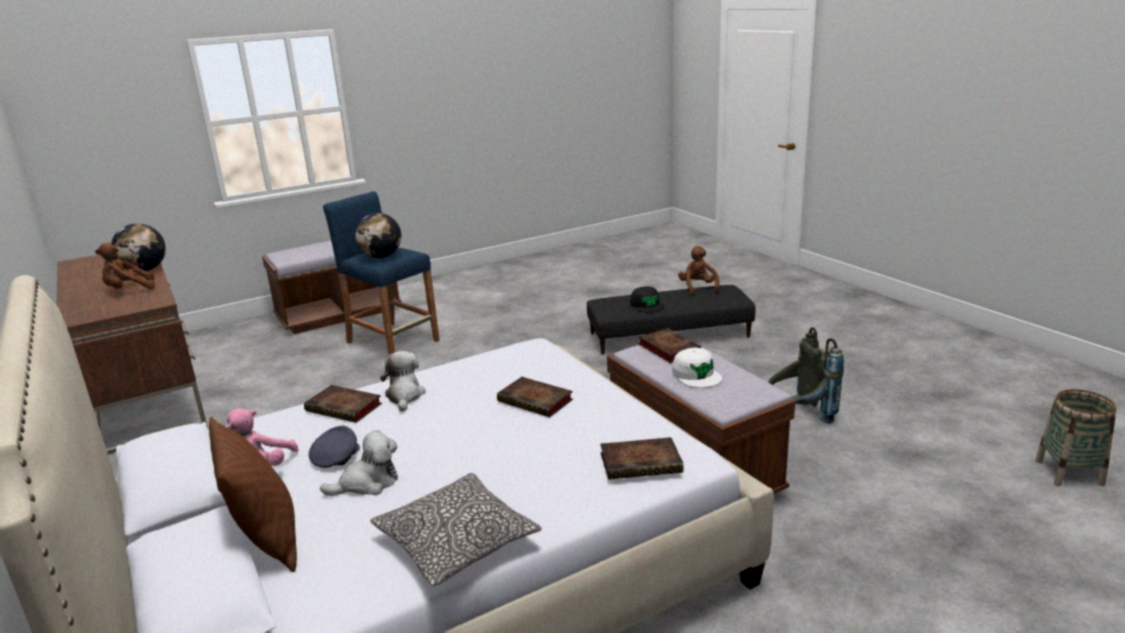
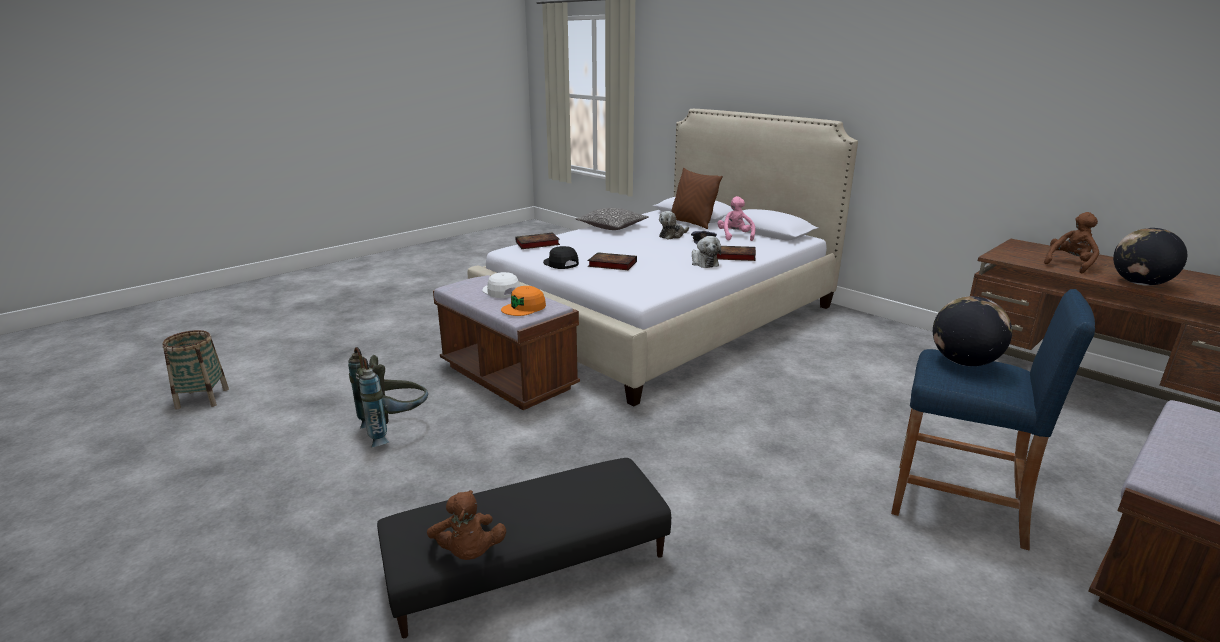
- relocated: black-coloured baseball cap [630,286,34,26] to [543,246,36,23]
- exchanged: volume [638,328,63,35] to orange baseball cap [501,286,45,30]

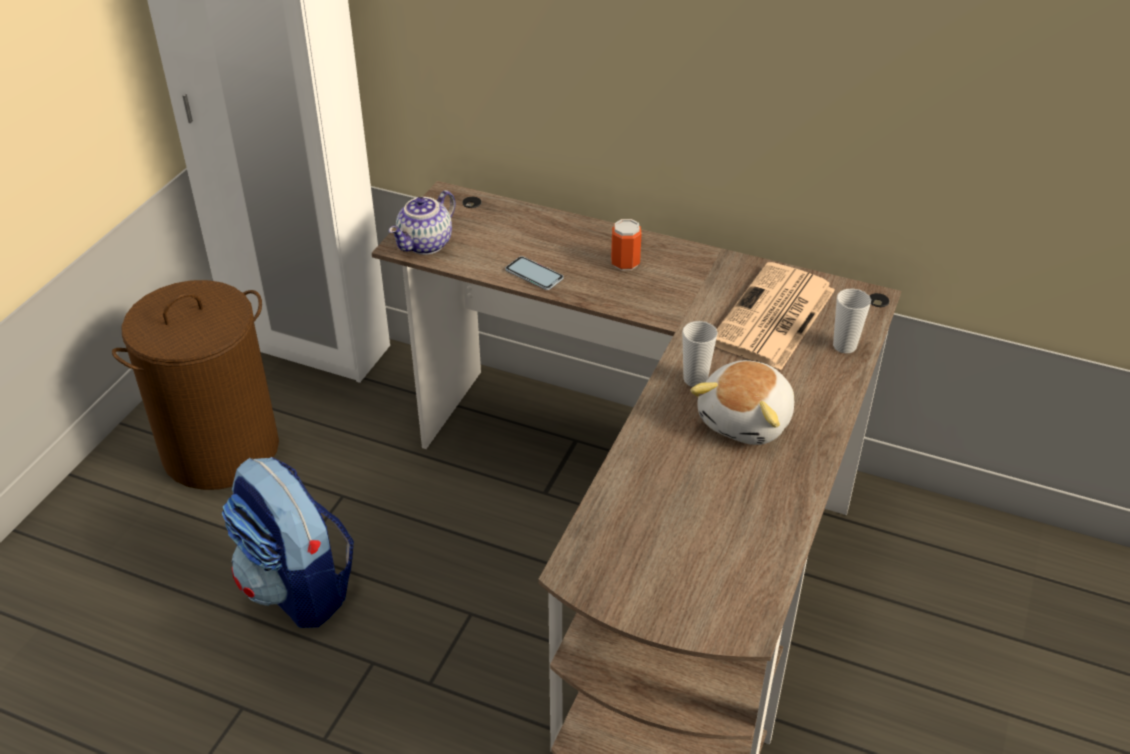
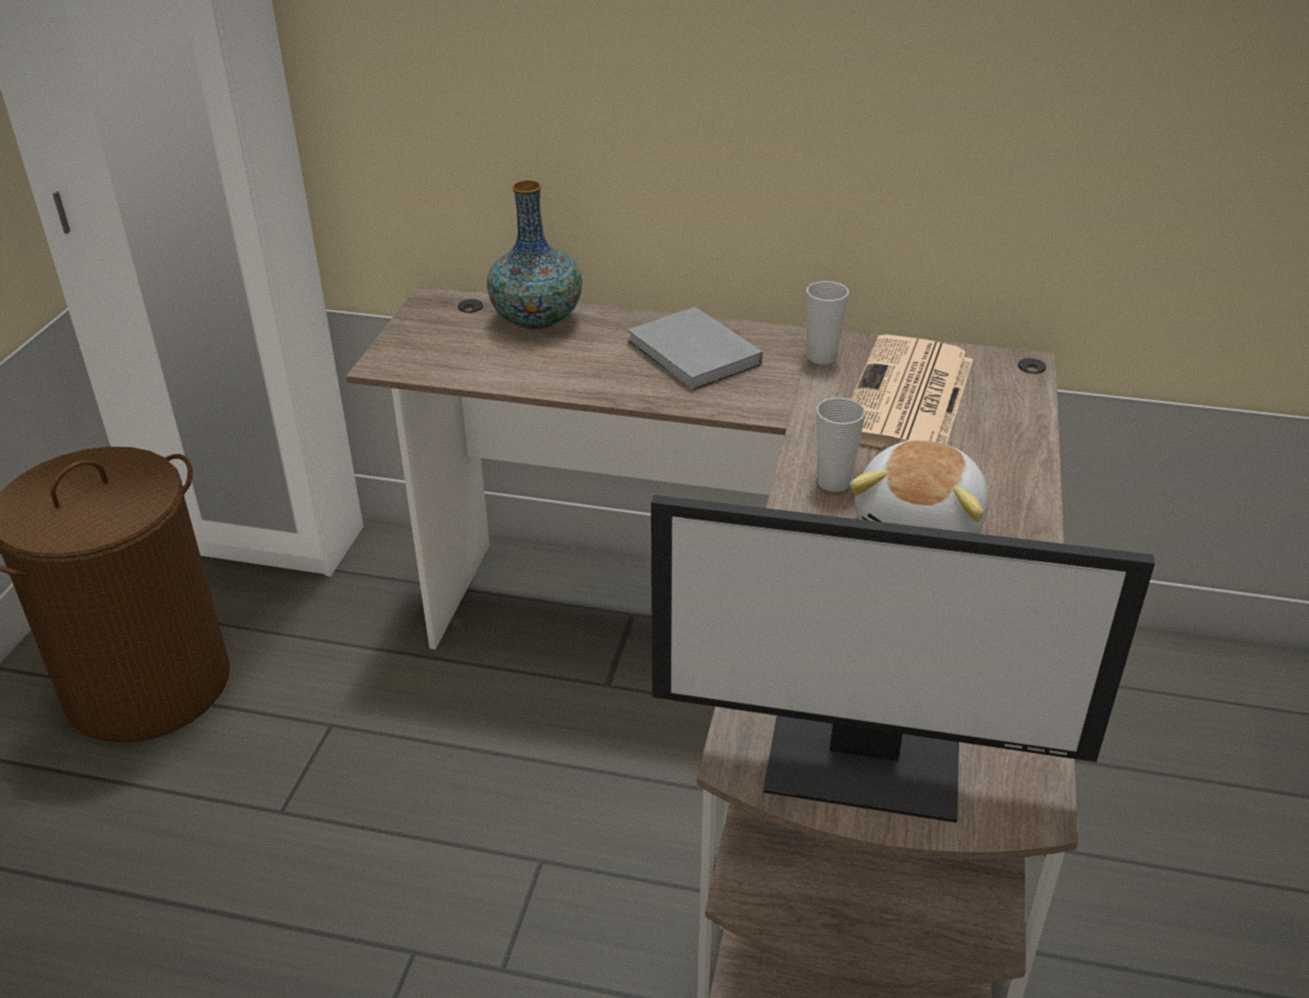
- missing: rucksack [222,457,132,171]
- missing: tea pot [389,190,67,65]
- missing: telephone [505,256,58,34]
- appeared: flower vase [487,180,95,149]
- appeared: computer display [651,495,504,328]
- relocated: cup [833,288,38,65] to [807,281,42,84]
- exchanged: can [611,219,31,51] to greyish volume [627,307,136,83]

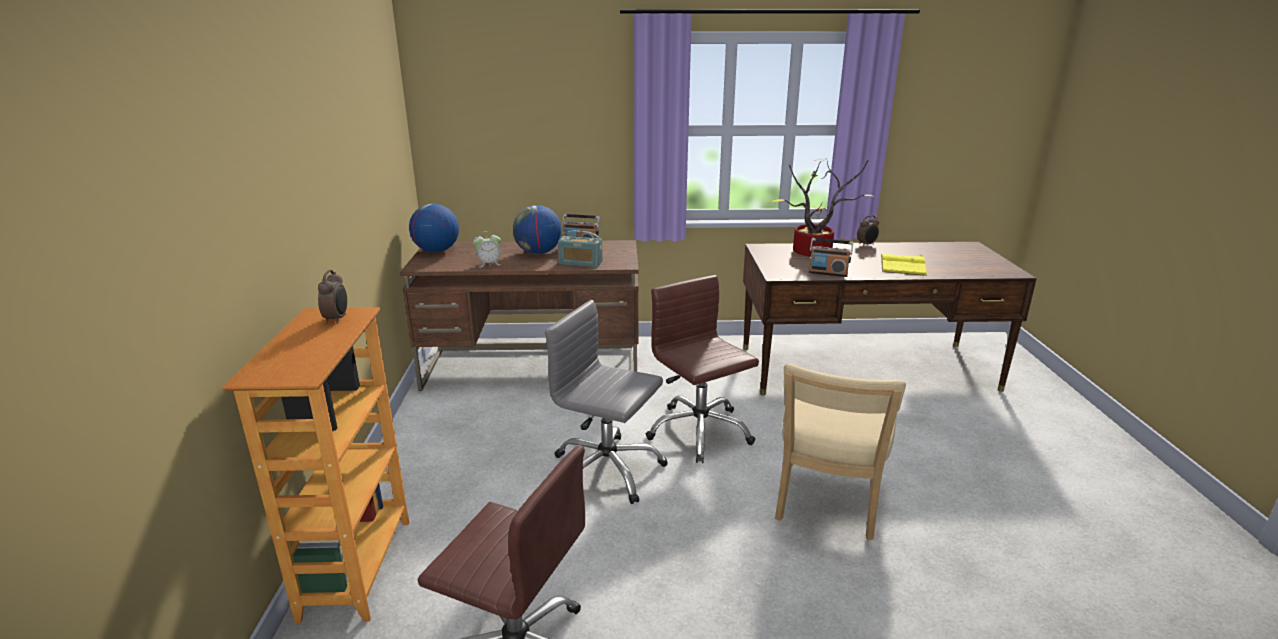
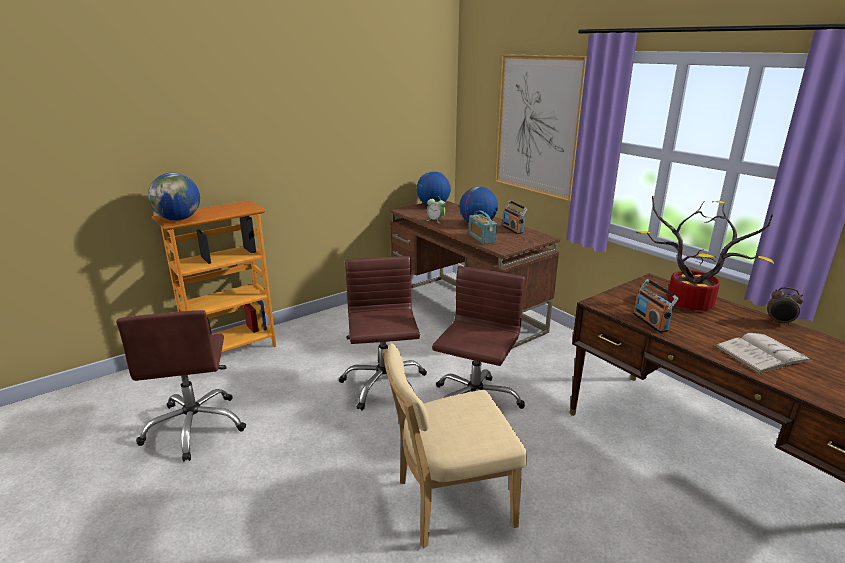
- missing: table clock [318,270,29,54]
- appeared: world globe [148,173,52,48]
- appeared: wall art [495,54,92,148]
- colour: greyish desk chair [545,300,123,204] to brown desk chair [339,256,88,155]
- colour: yellow-coloured volume [881,254,46,22] to whitish volume [714,333,98,41]

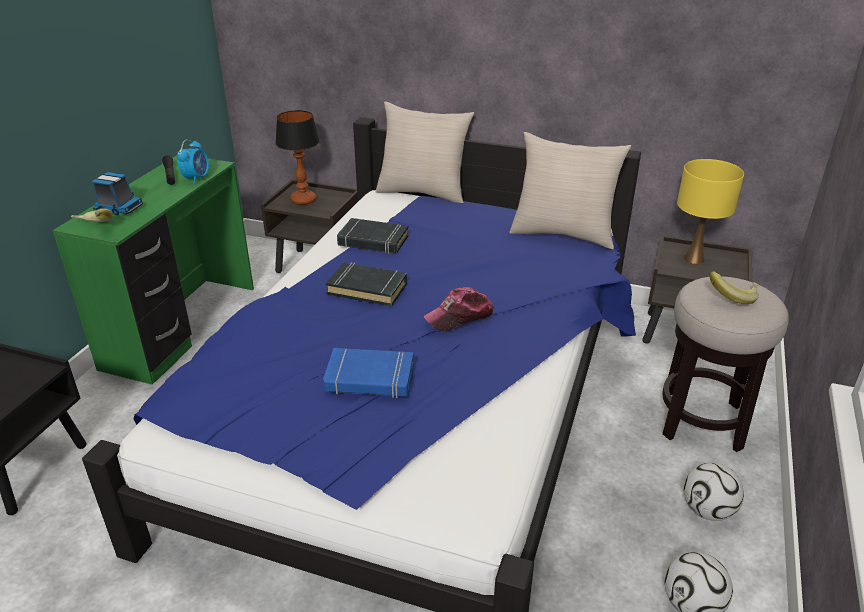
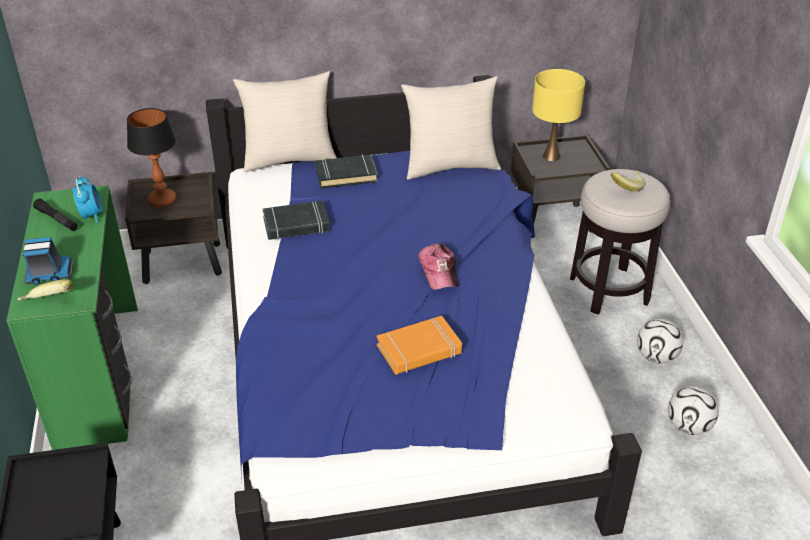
- relocated: black-coloured volume [326,262,81,44] to [315,155,63,34]
- colour: blue volume [323,348,91,50] to orange volume [377,316,85,59]
- spun: baseball cap [423,287,71,45] = [418,243,41,47] 45 degrees counterclockwise

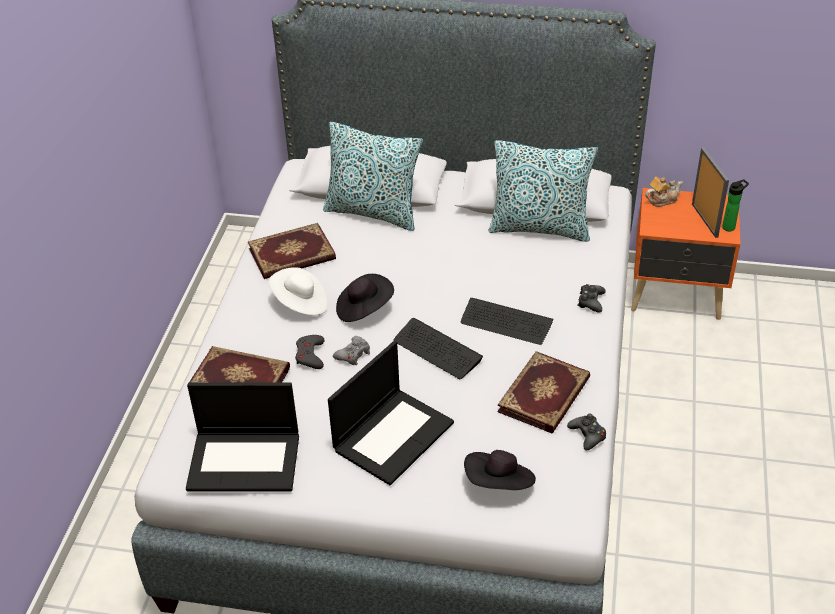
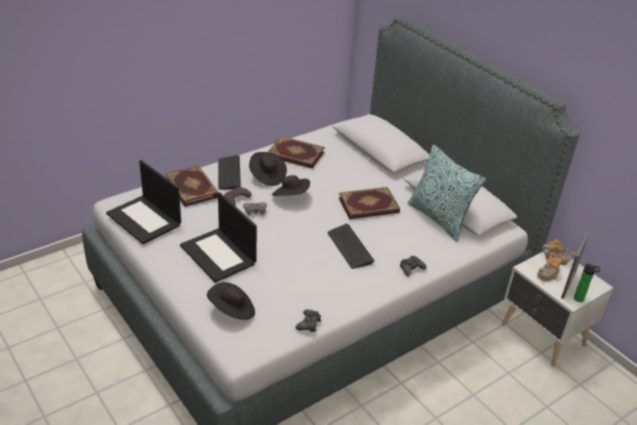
- missing: throw pillow [323,122,100,109]
- appeared: tea pot [537,253,26,28]
- relocated: PC keyboard [393,318,90,61] to [218,155,23,35]
- relocated: volume [497,351,93,82] to [339,187,61,32]
- colour: whitish hat [268,267,60,48] to black-coloured hat [249,152,38,34]
- colour: orange nightstand [631,188,109,132] to whitish nightstand [502,249,111,118]
- spun: notebook computer [328,341,126,144] = [180,192,77,91] 60 degrees clockwise

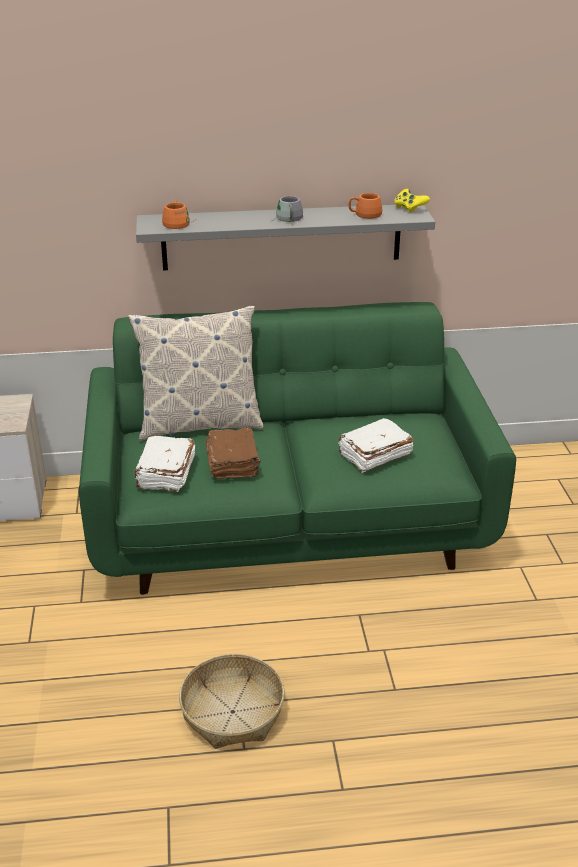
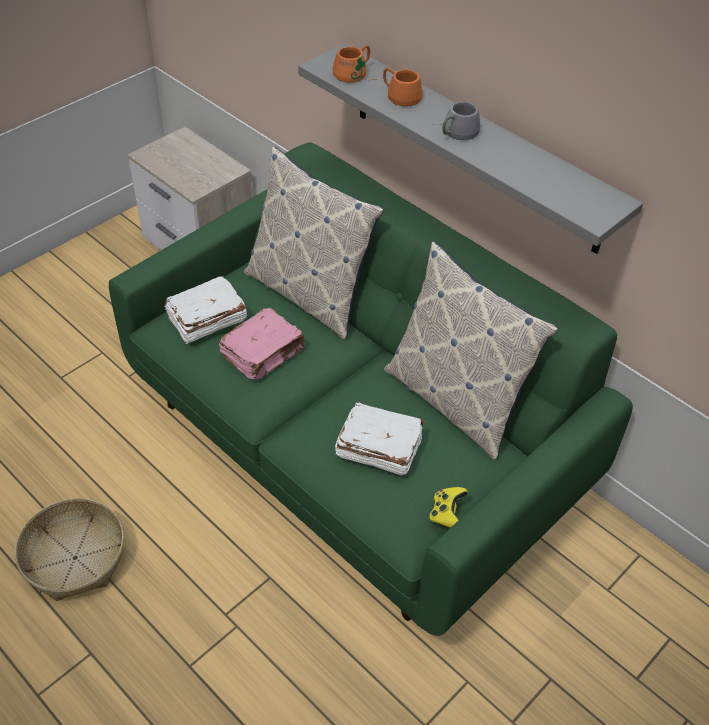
- appeared: throw pillow [384,241,174,220]
- relocated: orange coffee mug [349,193,33,26] to [383,68,40,39]
- relocated: yellow-coloured gamepad [394,189,36,24] to [429,487,39,41]
- colour: brown volume [206,428,55,51] to pink-coloured volume [219,308,86,72]

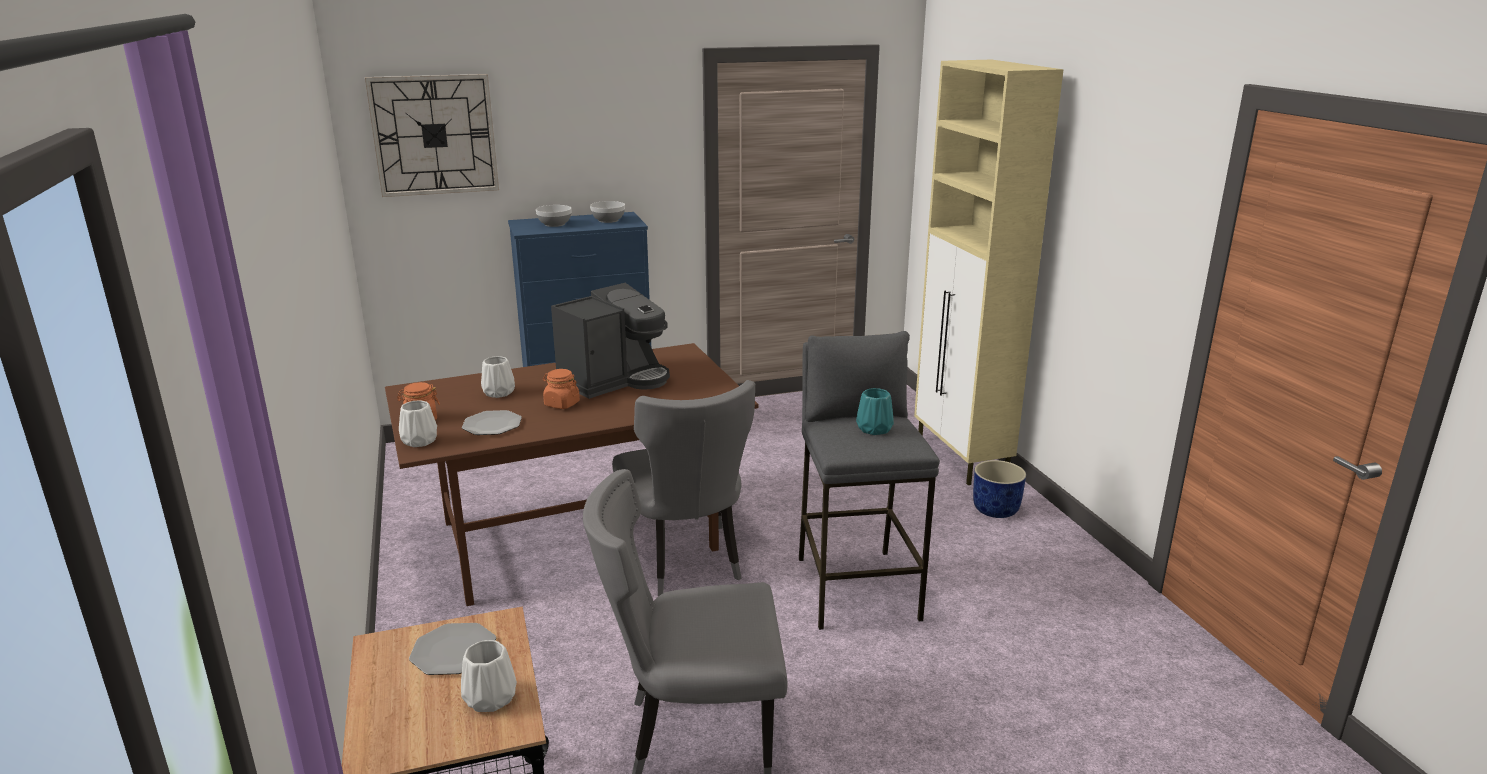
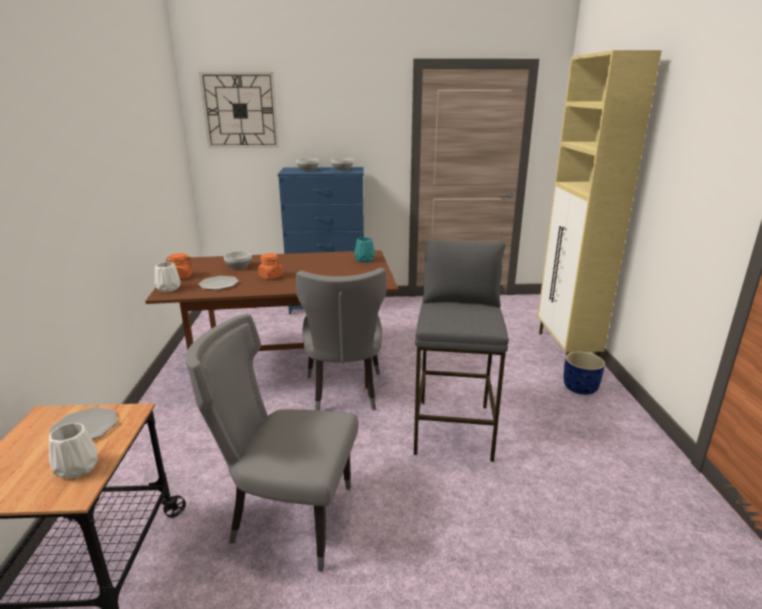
- missing: coffee brewer [551,283,119,116]
- relocated: turquoise flower vase [856,388,38,47] to [354,237,21,26]
- exchanged: whitish flower vase [481,356,34,42] to bowl [224,251,28,18]

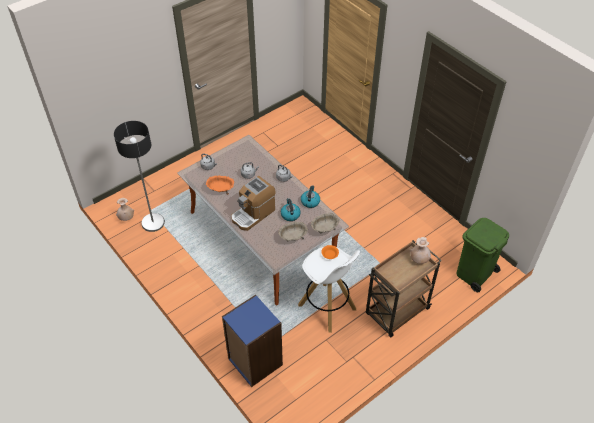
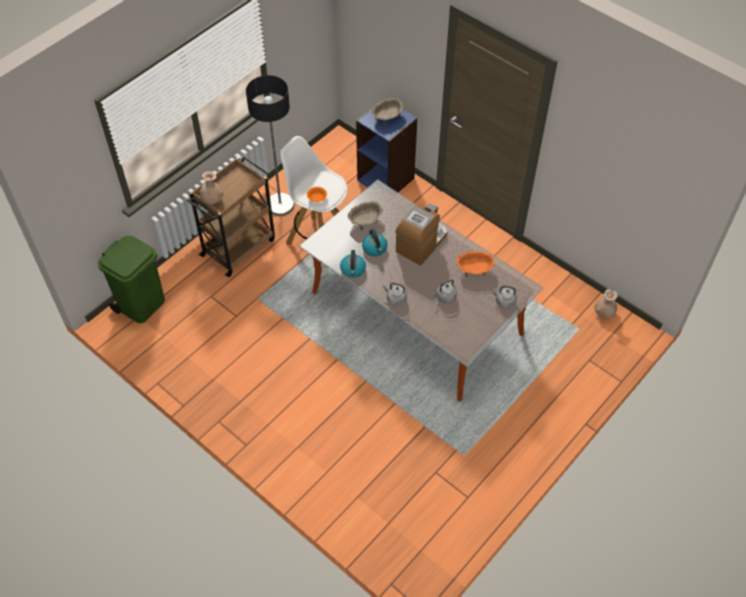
- relocated: standard lamp [114,121,51,111] to [246,75,49,141]
- relocated: beige-coloured bowl [311,213,29,21] to [371,98,32,27]

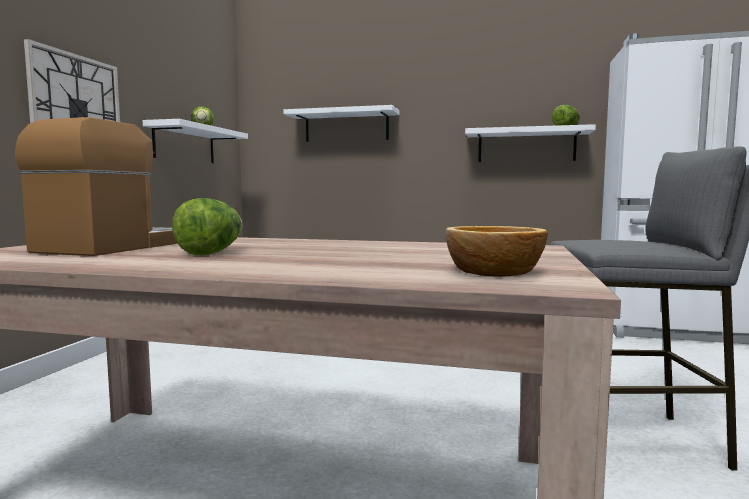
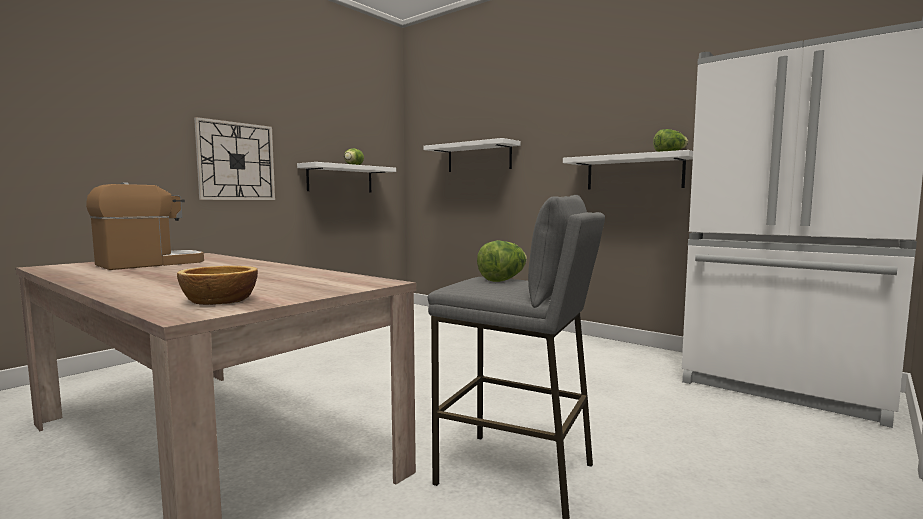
- relocated: lettuce [172,198,71,57] to [477,240,50,42]

